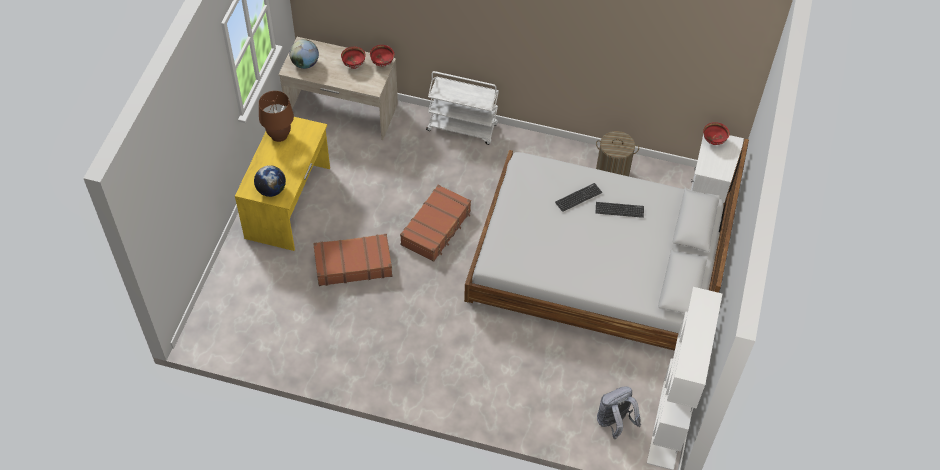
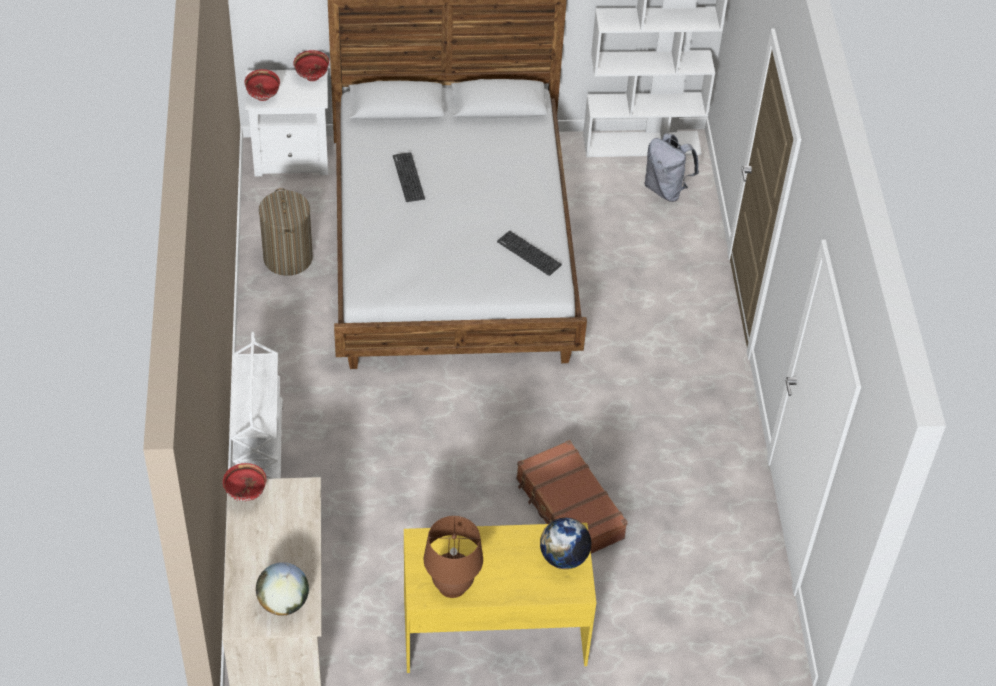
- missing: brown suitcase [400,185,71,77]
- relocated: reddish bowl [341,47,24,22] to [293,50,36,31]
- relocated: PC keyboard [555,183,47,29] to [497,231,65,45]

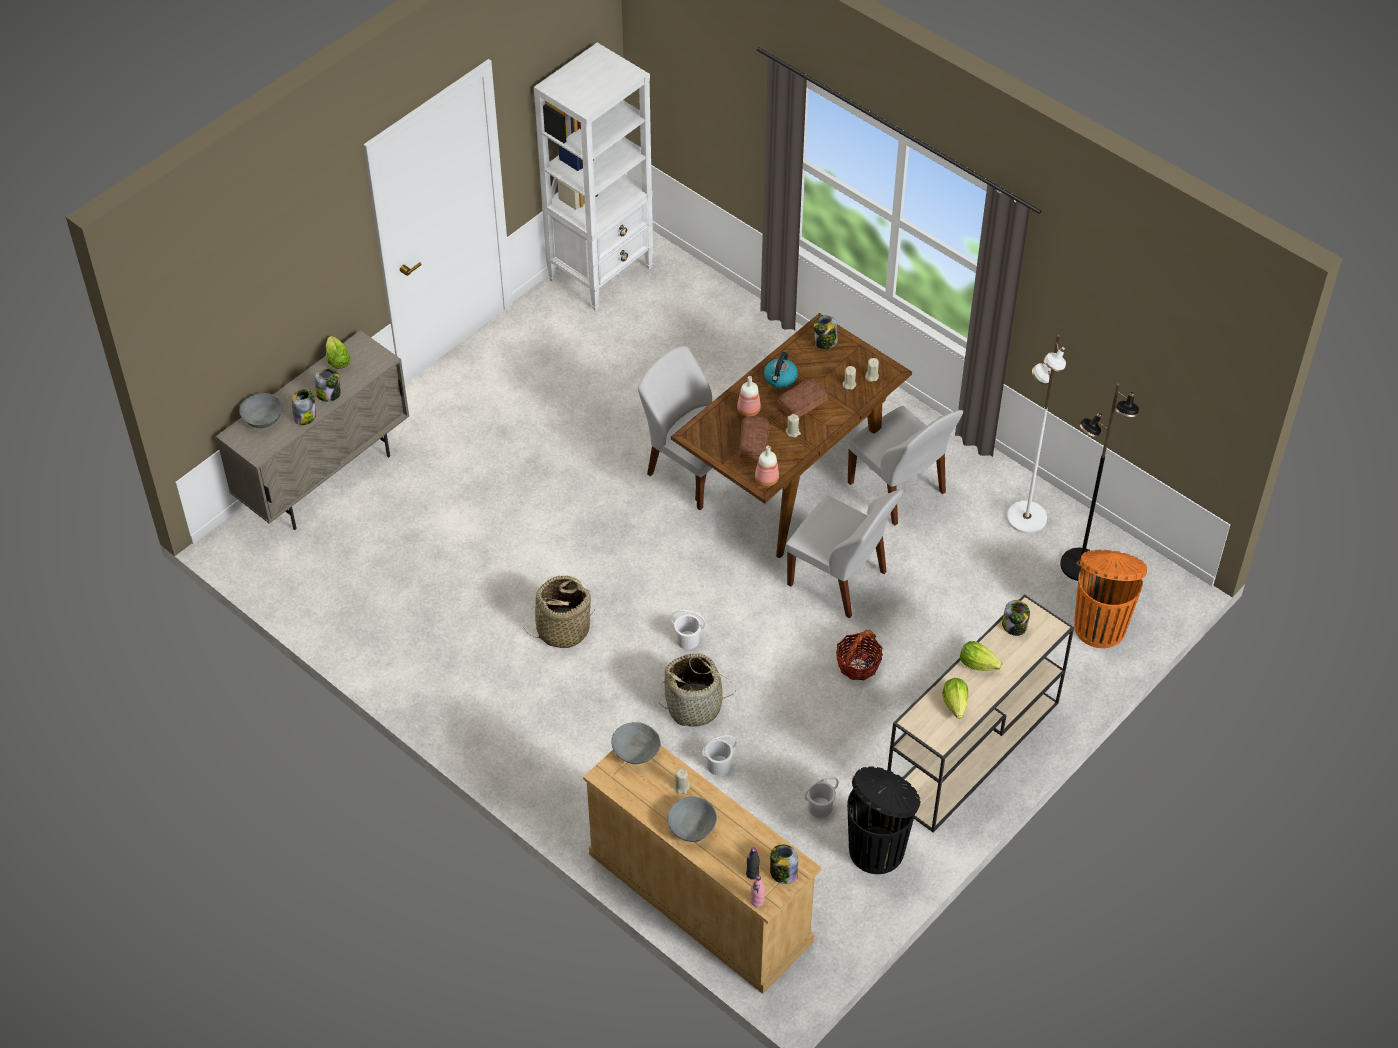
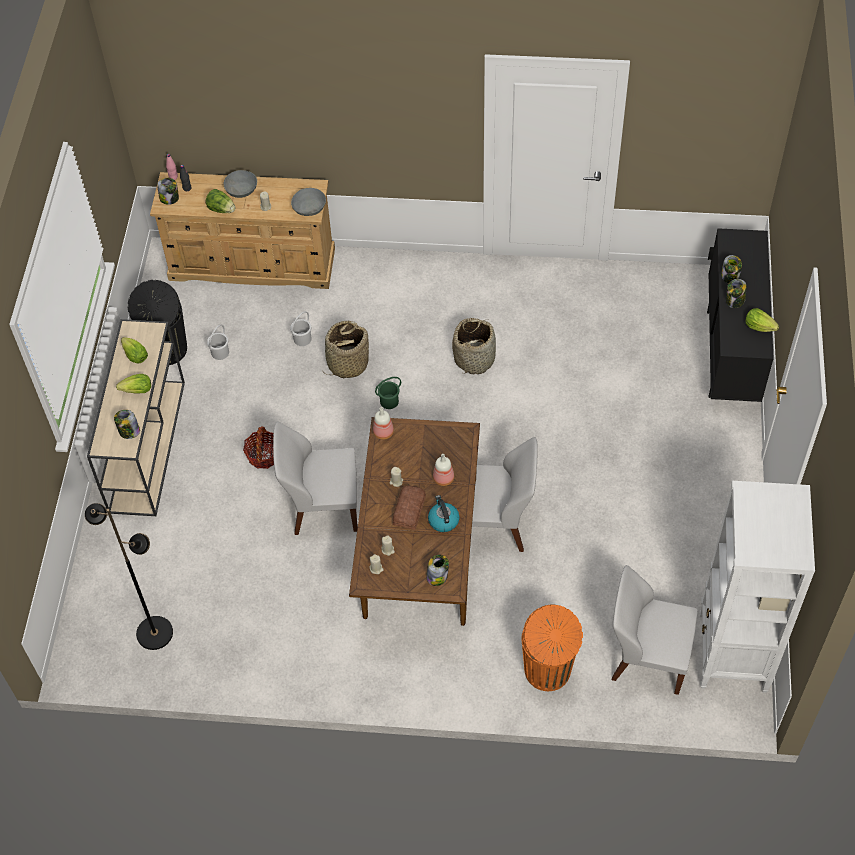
- missing: greyish bowl [239,393,44,35]
- missing: baked bread [740,416,29,44]
- missing: whitish standard lamp [1007,335,59,198]
- appeared: lettuce [206,189,29,24]
- relocated: whitish upright chair [848,406,115,120] to [612,565,86,130]
- relocated: orange rubbish bin [1074,550,73,98] to [521,605,62,86]
- colour: beige-coloured storage cabinet [216,330,193,200] to black-coloured storage cabinet [707,228,67,174]
- colour: whitish water bucket [670,610,35,40] to green-coloured water bucket [375,377,26,32]

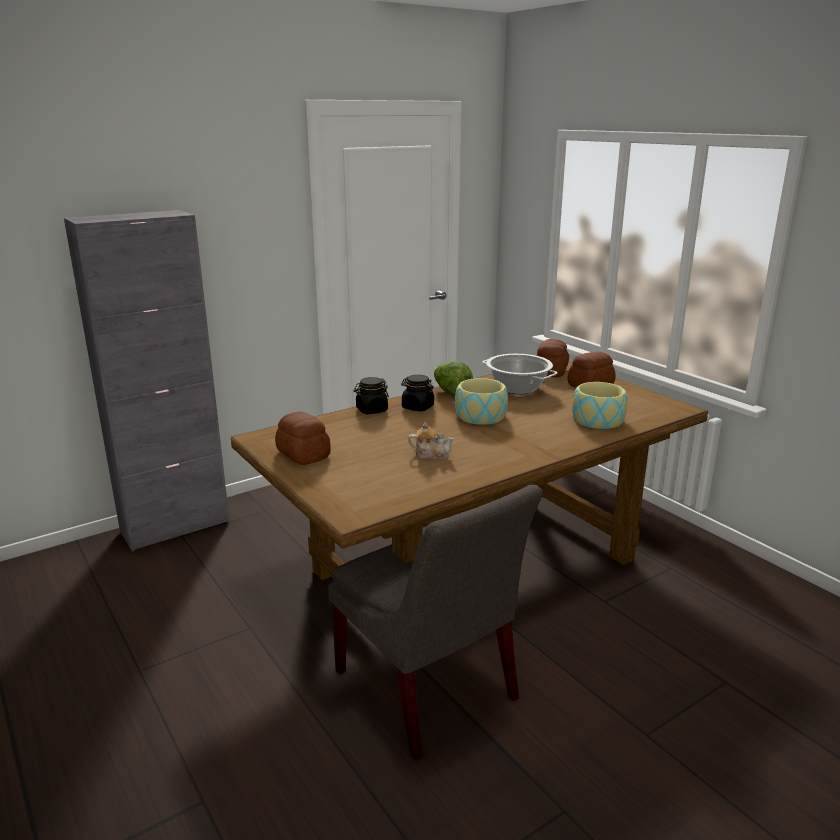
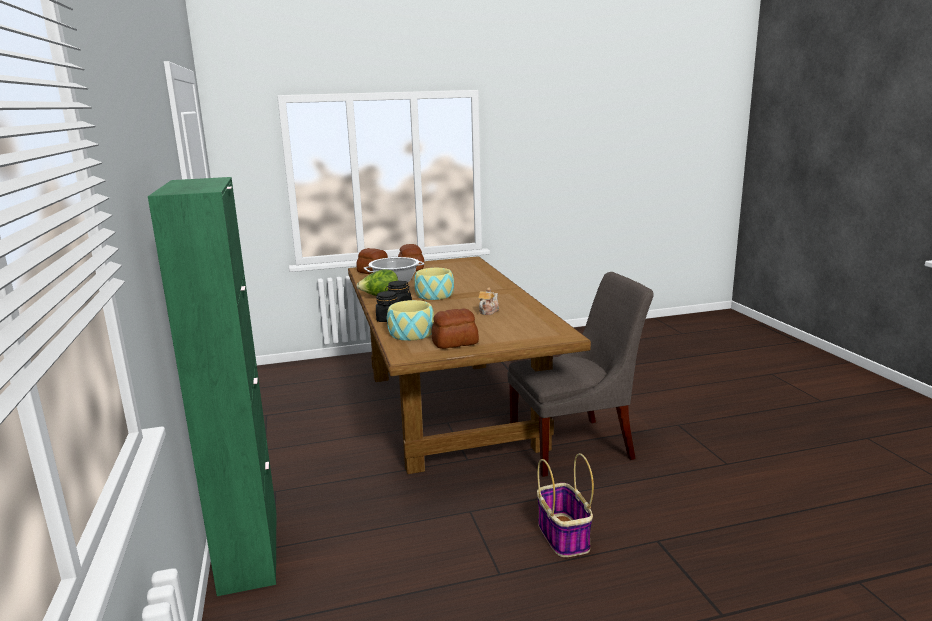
- appeared: storage basket [537,453,57,104]
- relocated: bowl [572,382,56,47] to [387,300,47,41]
- colour: greyish storage cabinet [64,210,166,342] to green-coloured storage cabinet [148,177,129,419]

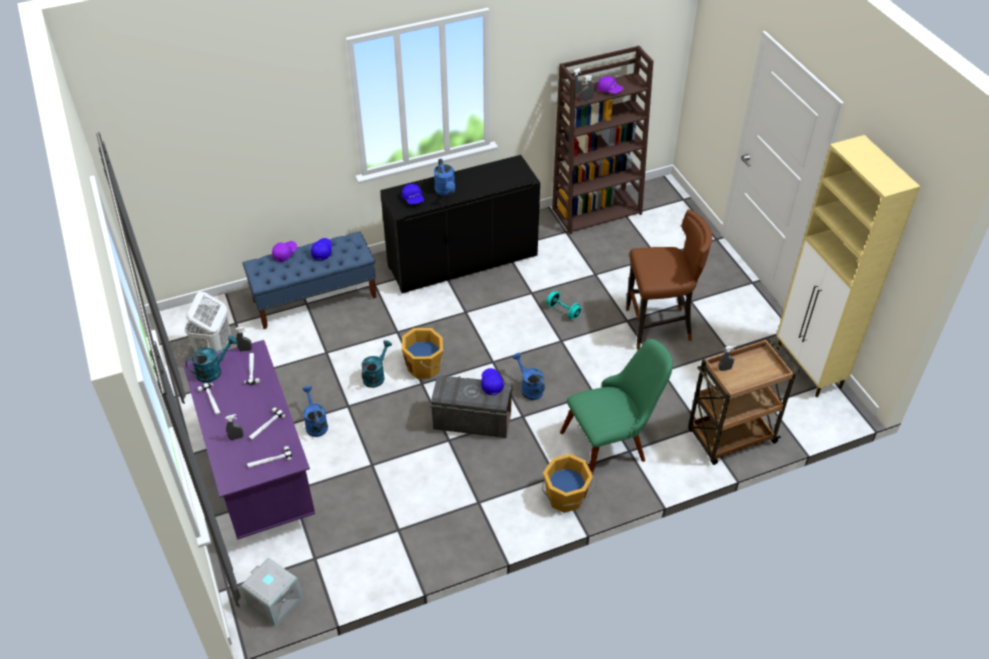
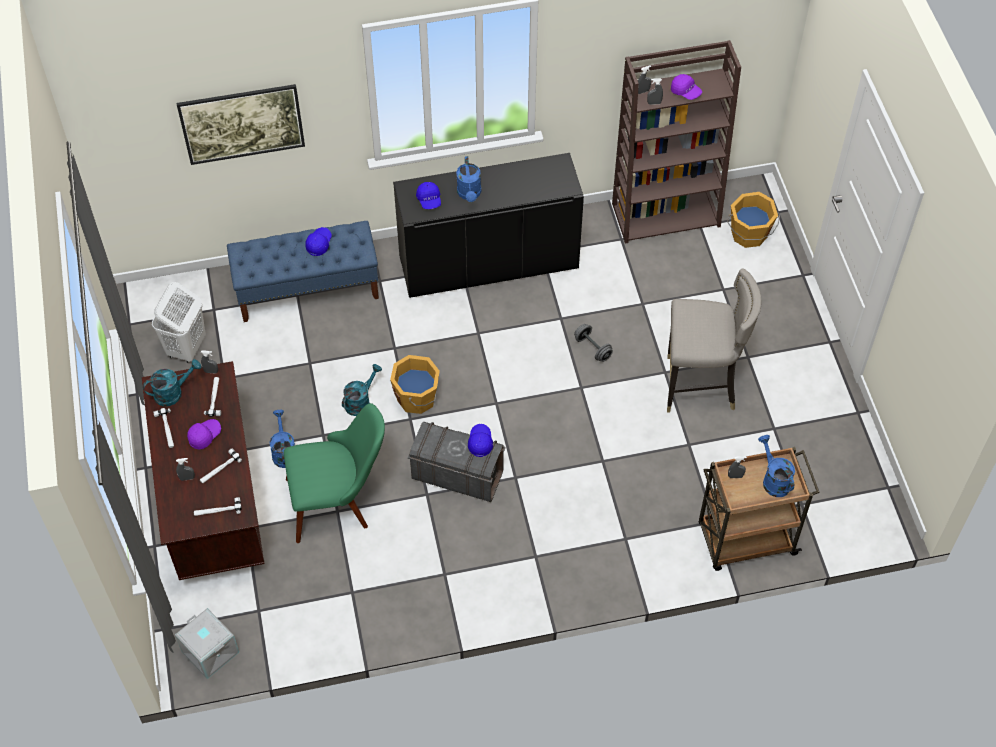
- missing: beige-coloured storage cabinet [776,135,144,262]
- appeared: wall art [177,84,128,81]
- relocated: purplish baseball cap [272,241,25,21] to [187,419,34,30]
- relocated: blue watering pot [512,353,33,47] to [758,435,37,62]
- relocated: orange water bucket [542,454,53,59] to [727,192,53,56]
- relocated: green-coloured upright chair [560,339,113,136] to [284,403,101,140]
- colour: purplish desk unit [183,340,132,200] to brown desk unit [142,361,122,219]
- colour: turquoise hand weight [547,292,35,27] to greyish hand weight [574,324,39,38]
- colour: brown sitting stool [626,209,86,141] to greyish sitting stool [667,268,94,145]

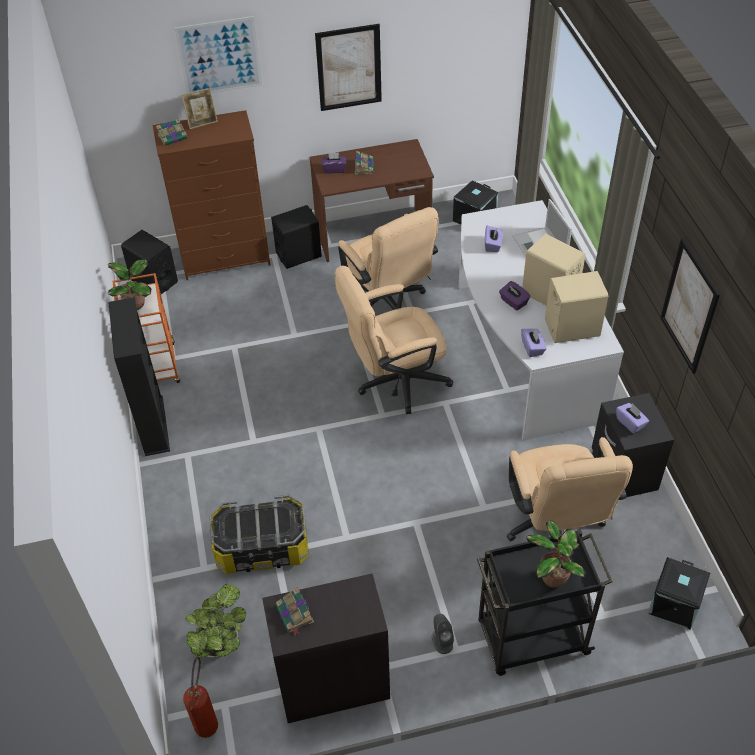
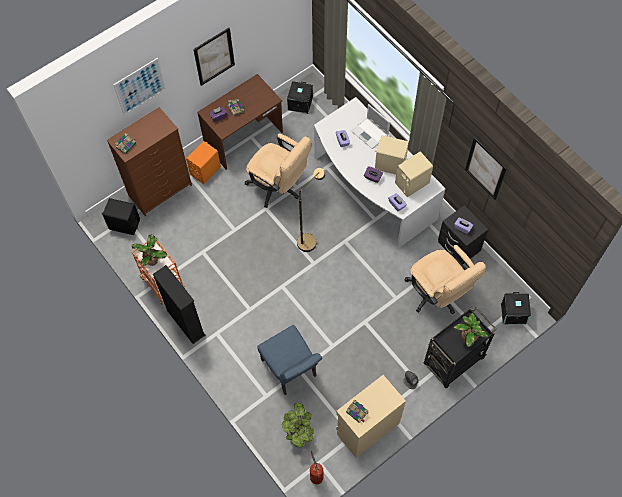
- missing: picture frame [181,88,37,41]
- exchanged: storage bin [210,495,99,79] to blue upright chair [257,325,65,70]
- exchanged: beige-coloured desk chair [335,266,118,148] to brown standard lamp [297,168,28,84]
- colour: black-coloured storage cabinet [262,573,128,150] to beige-coloured storage cabinet [336,375,70,83]
- colour: black-coloured speaker [271,205,51,64] to orange speaker [186,141,35,43]

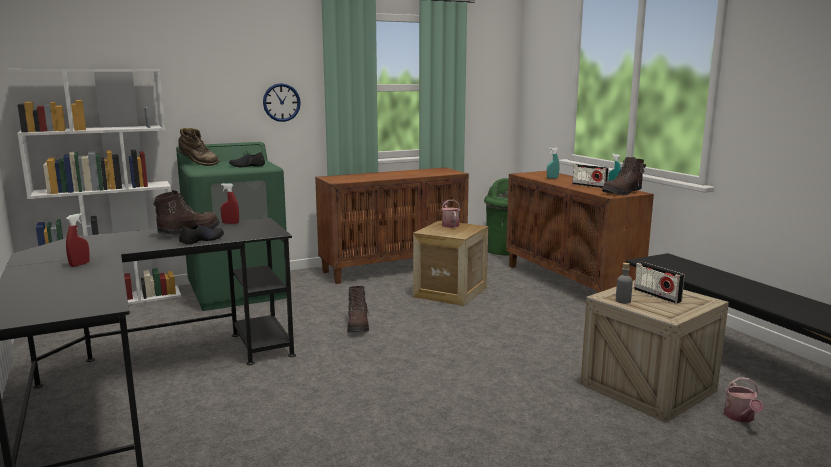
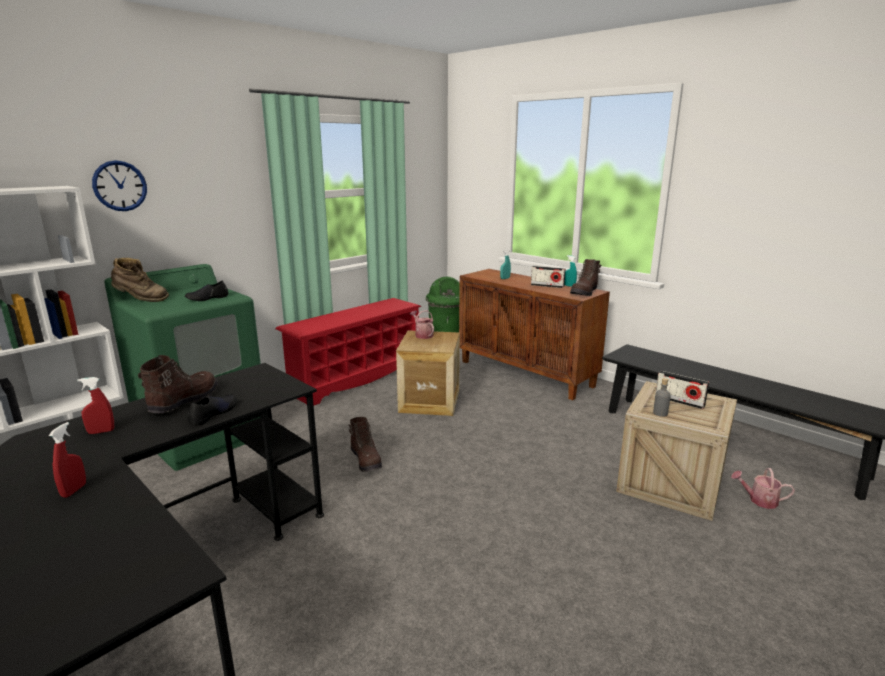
- relocated: reddish sprayer [221,183,18,41] to [77,377,37,57]
- relocated: wall clock [263,83,38,39] to [92,160,55,51]
- exchanged: brown storage cabinet [315,167,154,117] to reddish shoe shelf [275,298,146,107]
- spun: watering pot [724,377,40,46] = [731,468,64,41] 120 degrees clockwise

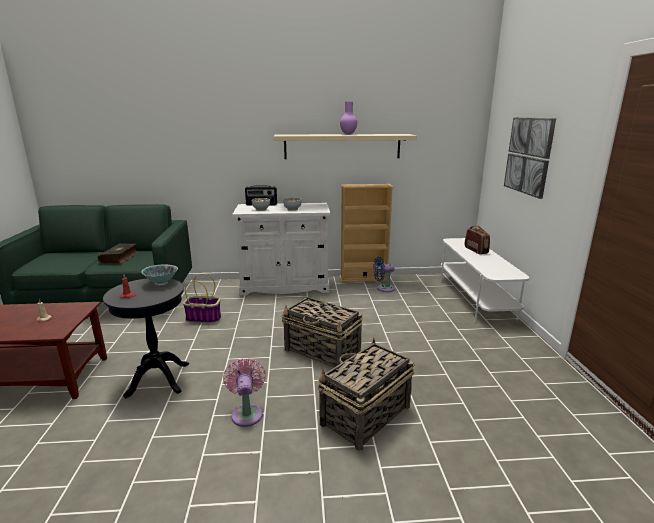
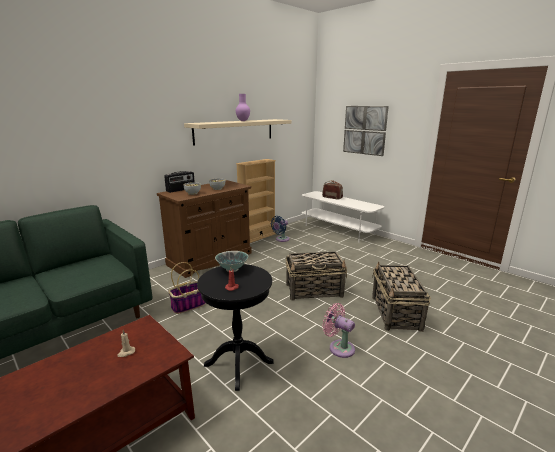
- missing: volume [98,243,40,21]
- colour: whitish storage cabinet [232,203,98,92] to brown storage cabinet [157,180,95,98]

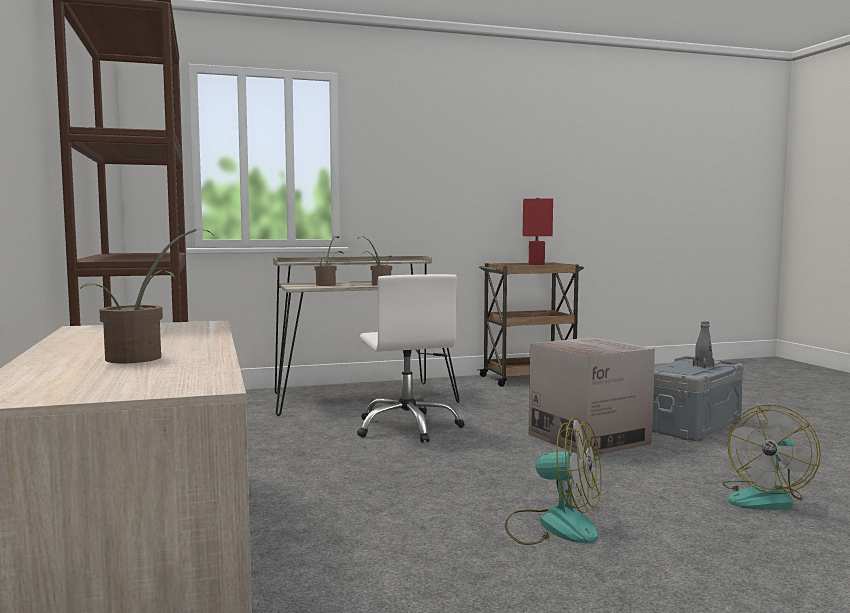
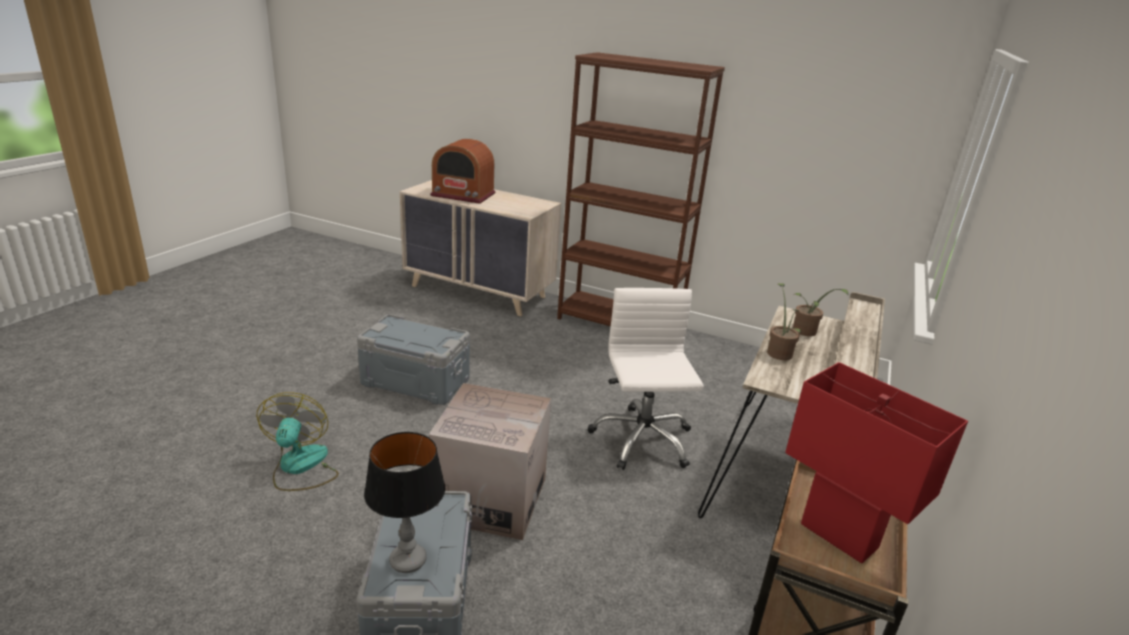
- exchanged: potted plant [80,229,132,134] to radio receiver [430,139,65,65]
- exchanged: electric fan [505,417,97,128] to greyish storage bin [357,314,113,91]
- exchanged: greyish beverage bottle [693,321,21,47] to tabletop lamp [364,432,81,141]
- spun: whitish desk chair [357,274,107,169] = [588,288,116,182] 60 degrees clockwise

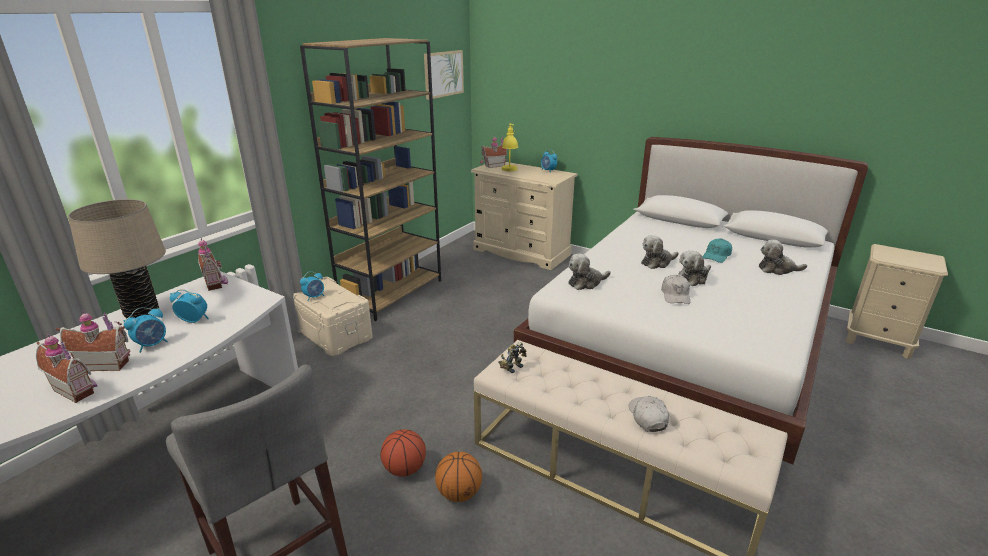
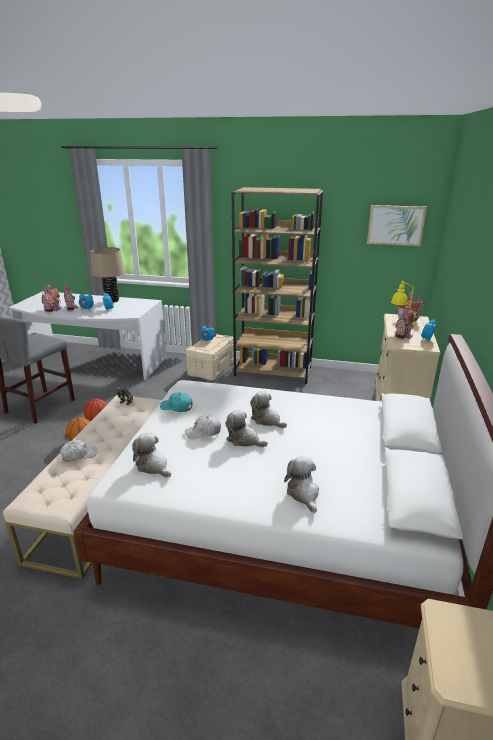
- relocated: toy house [198,238,30,53] to [395,304,19,35]
- relocated: plush toy [568,254,43,36] to [132,432,39,46]
- relocated: turquoise baseball cap [703,238,29,25] to [160,392,33,20]

